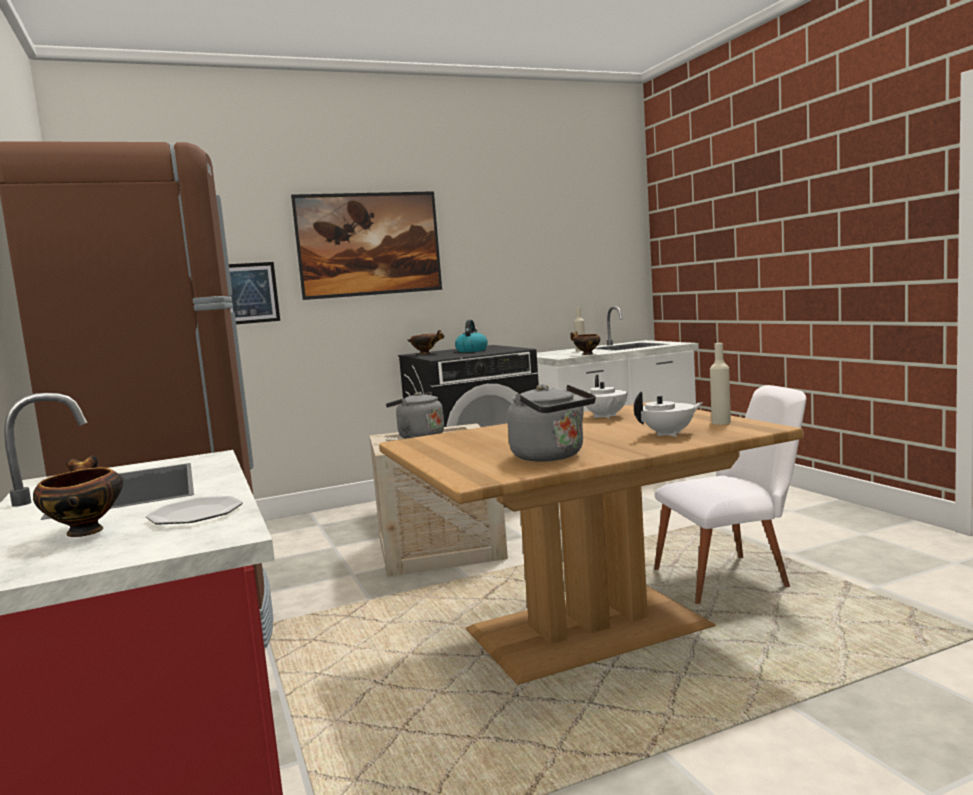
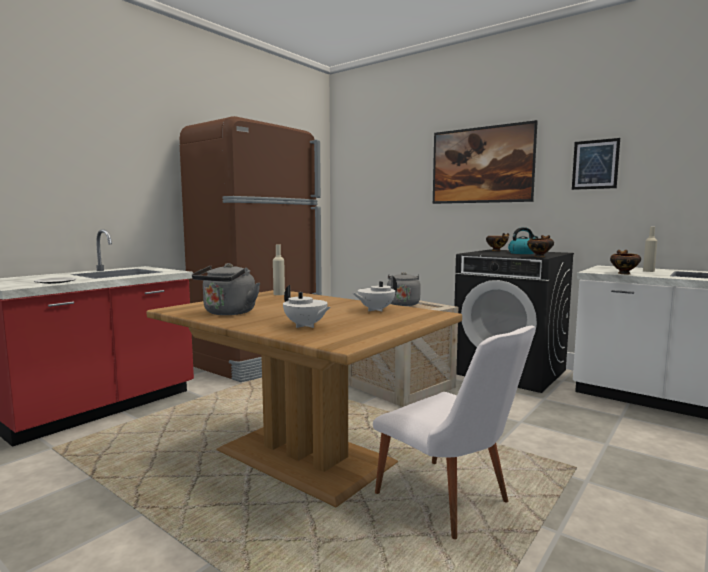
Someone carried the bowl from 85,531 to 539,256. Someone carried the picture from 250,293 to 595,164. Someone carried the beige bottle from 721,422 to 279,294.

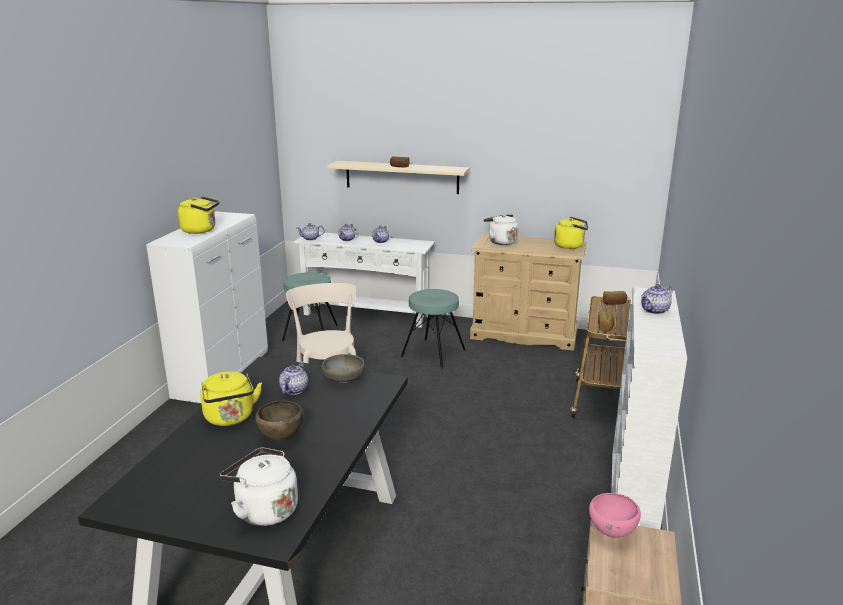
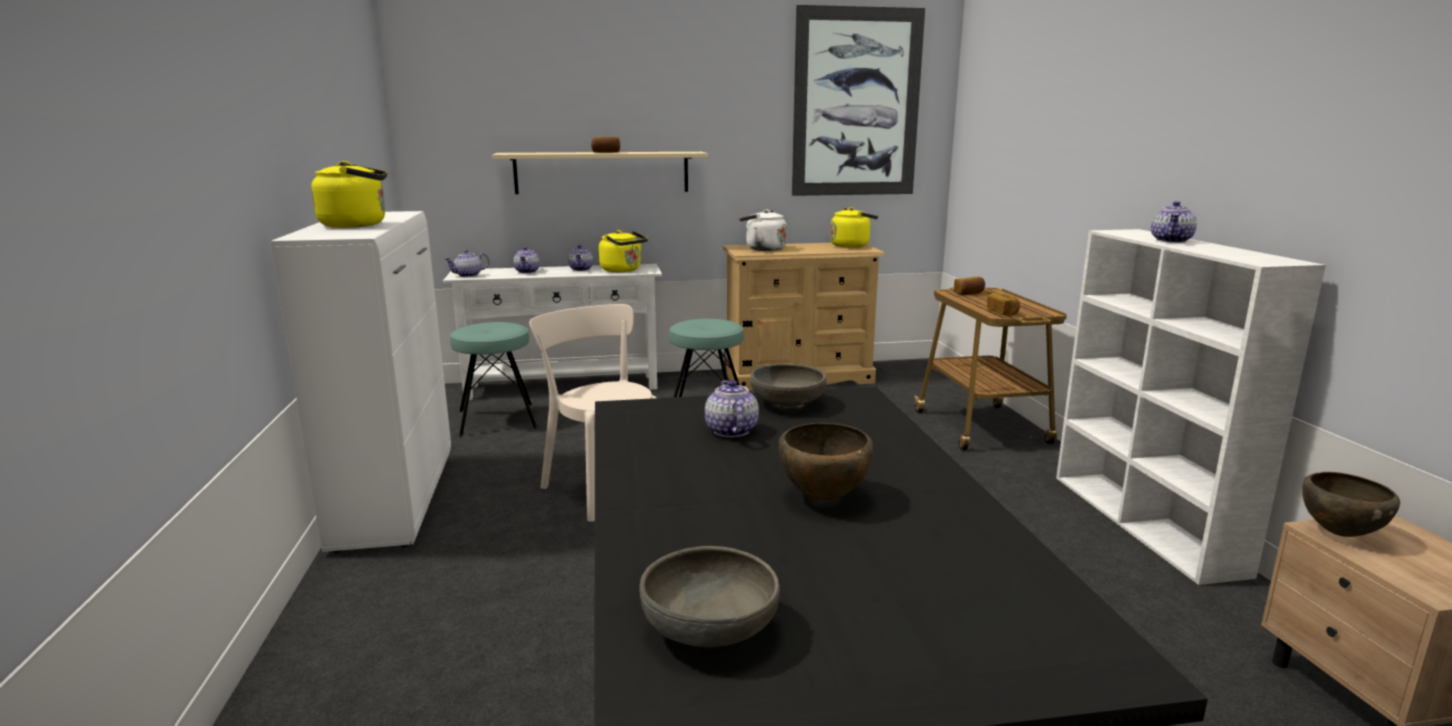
Someone took away the white kettle at 264,510. Someone put down the grey bowl at 709,629. Someone put up the picture at 856,103. Someone carried the yellow kettle from 230,418 to 623,270. Someone repainted the pink bowl at 612,533, which became the brown bowl at 1338,533.

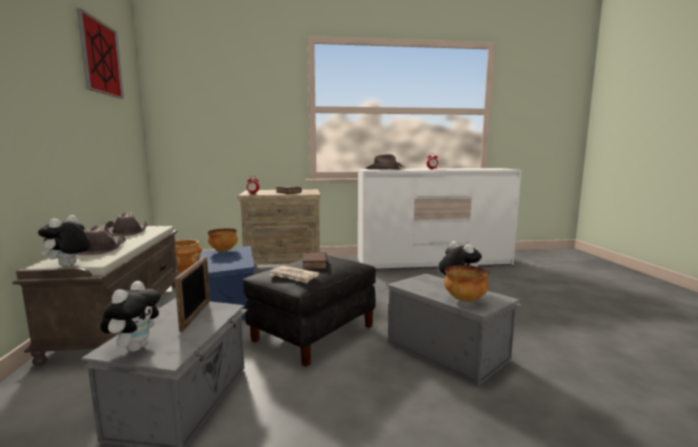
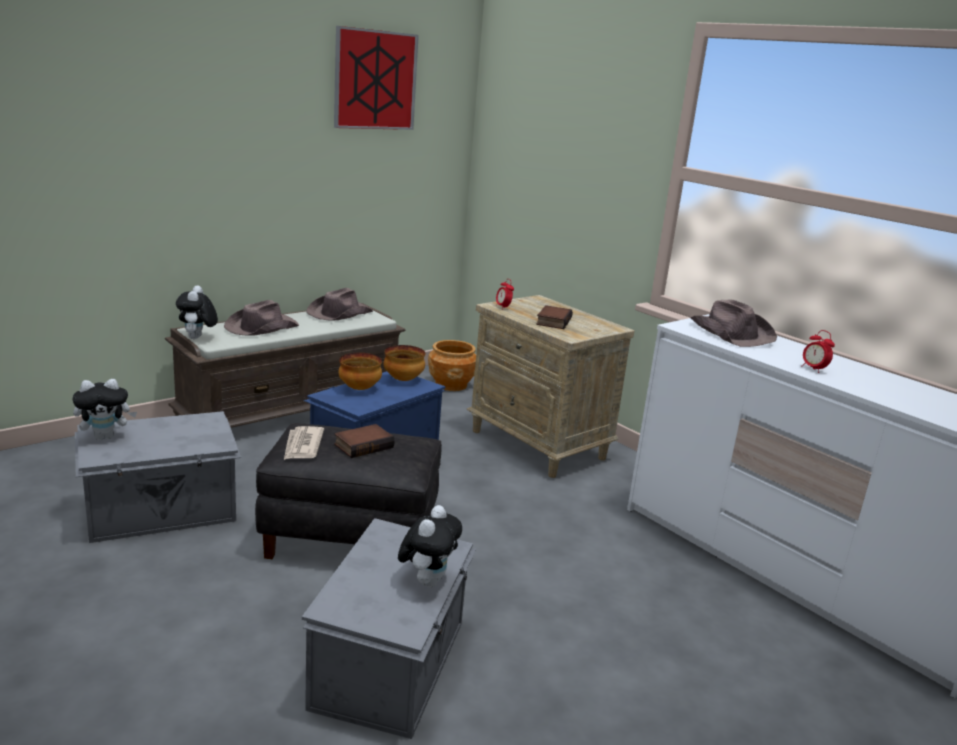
Someone took away the picture frame at 196,315. Someone carried the bowl from 465,300 to 360,388. Someone rotated the plush toy at 69,265 by 75 degrees counterclockwise.

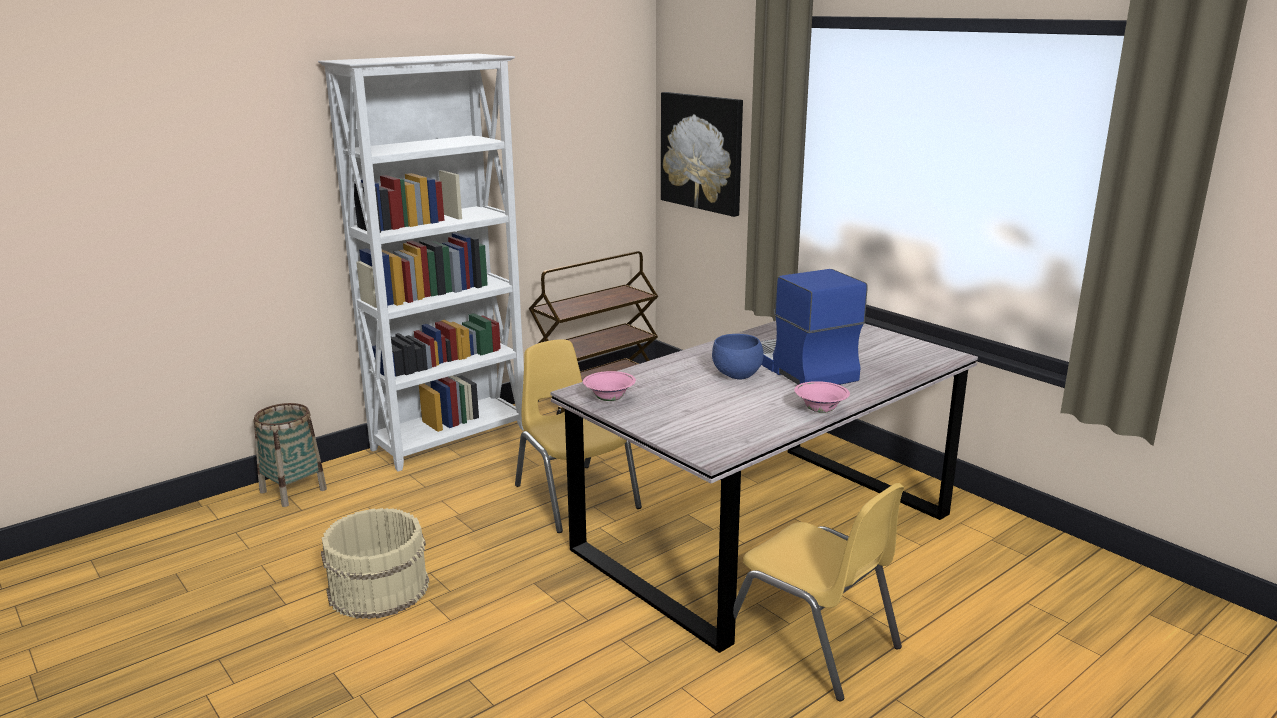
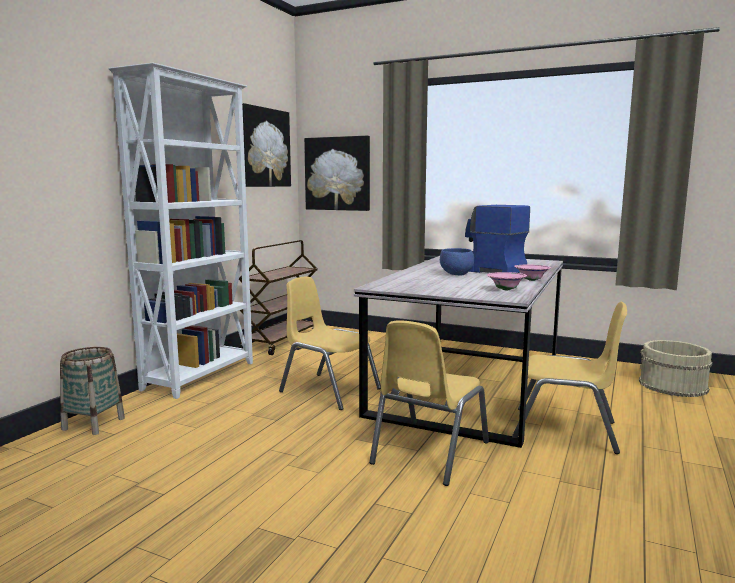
Someone put up the picture at 264,148. Someone put down the yellow chair at 428,453. Someone carried the beige bucket from 377,588 to 672,385. Someone carried the pink bowl from 609,399 to 506,290.

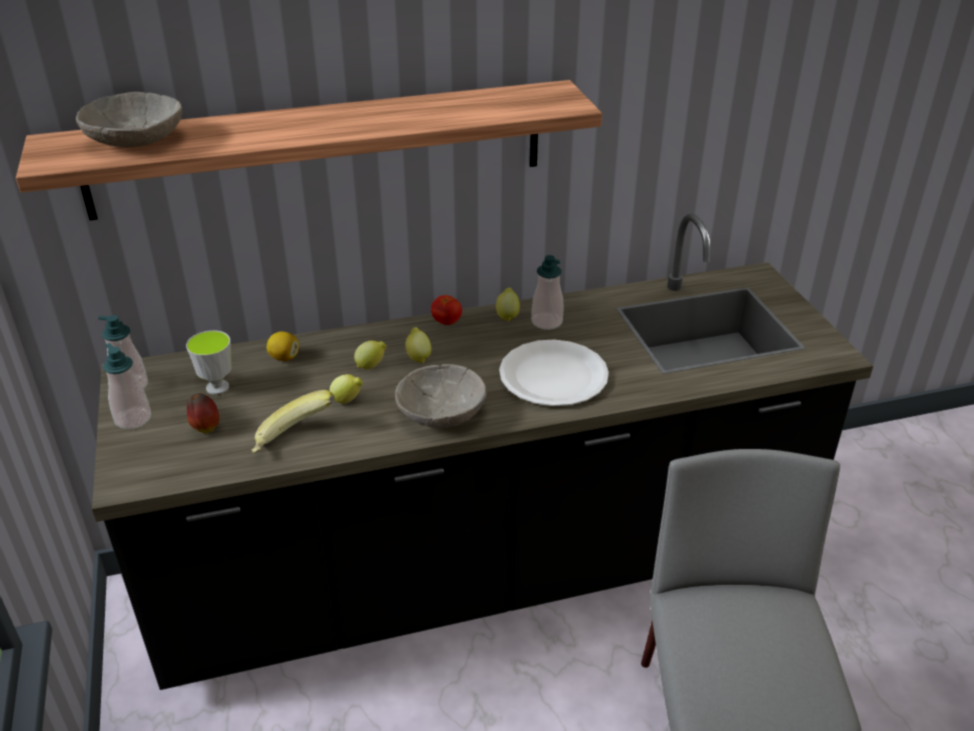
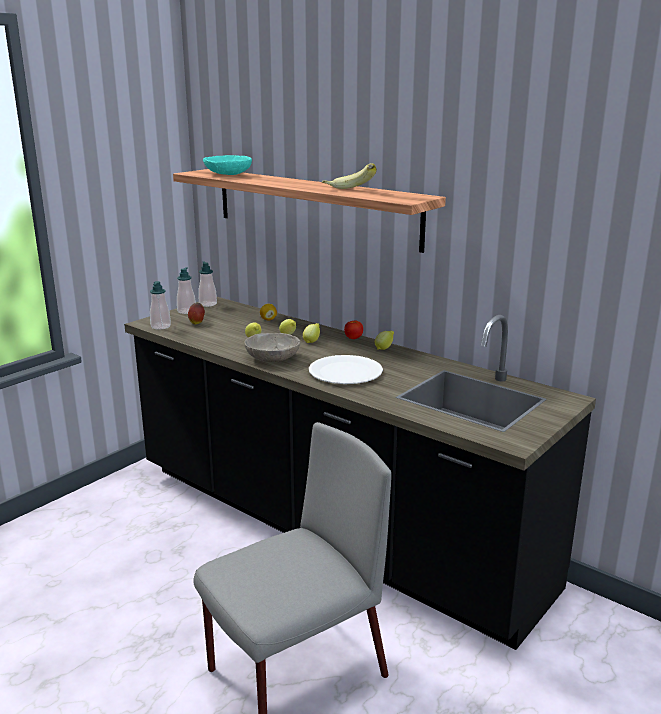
Someone took away the cup at 217,387. Someone carried the banana from 294,441 to 348,191. Someone carried the soap dispenser from 547,322 to 160,326. Someone repainted the grey bowl at 135,141, which became the turquoise bowl at 228,174.

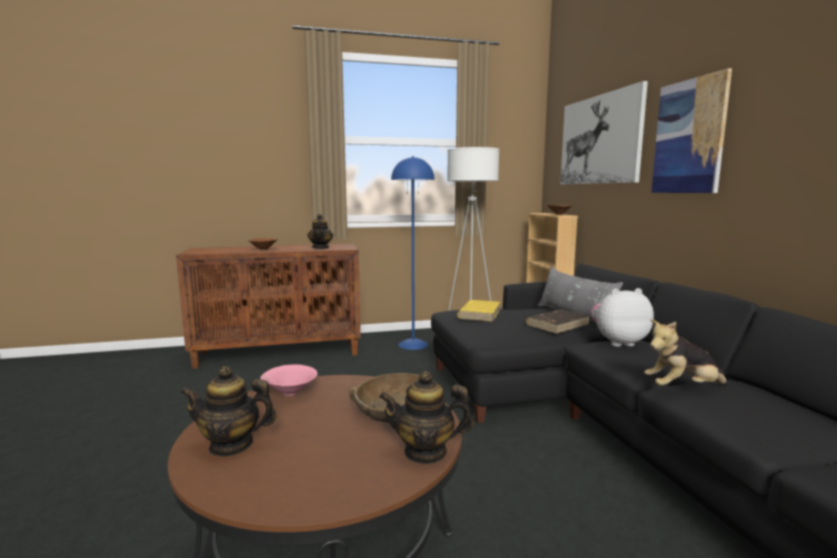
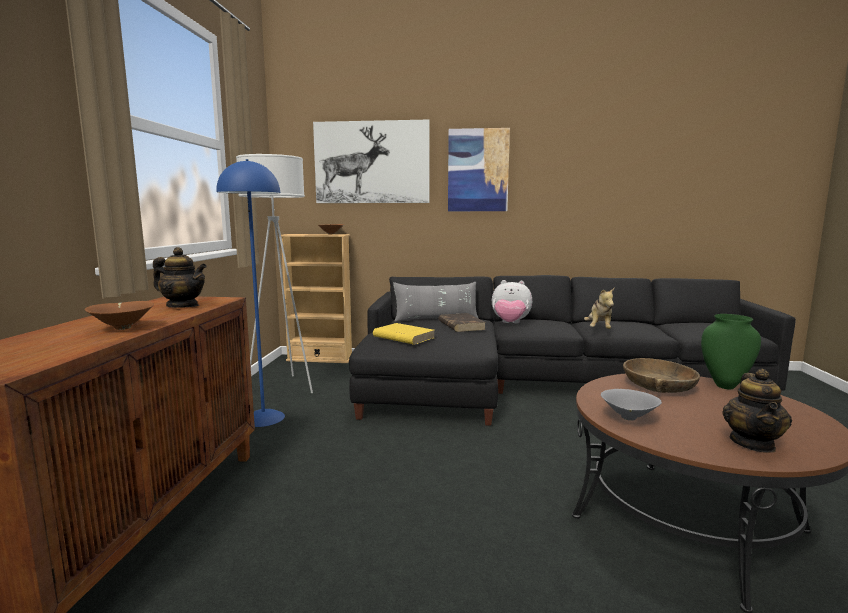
Someone swapped the teapot at 425,452 for the green vase at 725,385. Someone repainted the pink bowl at 289,393, which became the grey bowl at 628,418. Someone rotated the plush toy at 618,342 by 90 degrees counterclockwise.

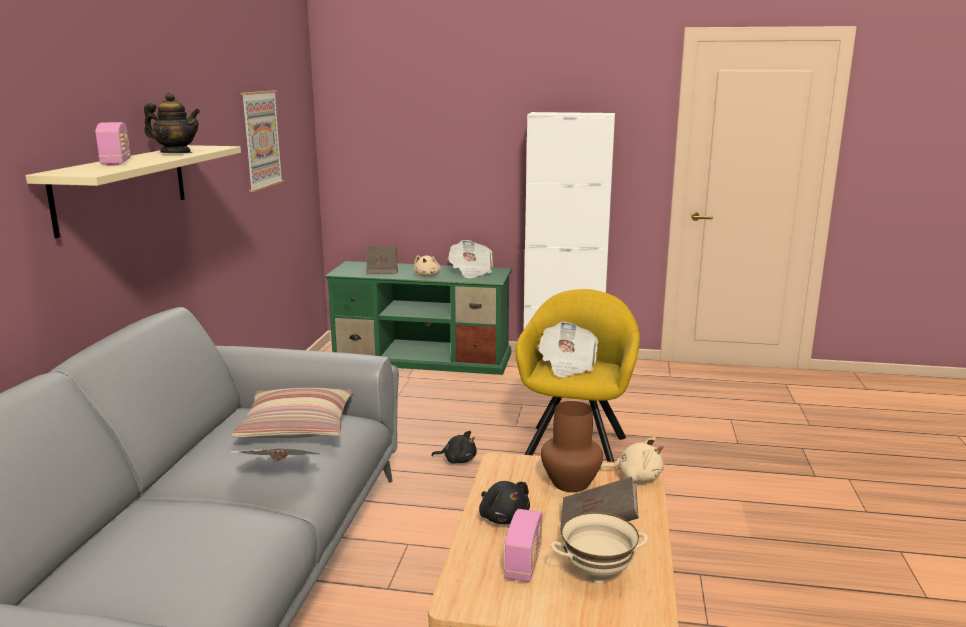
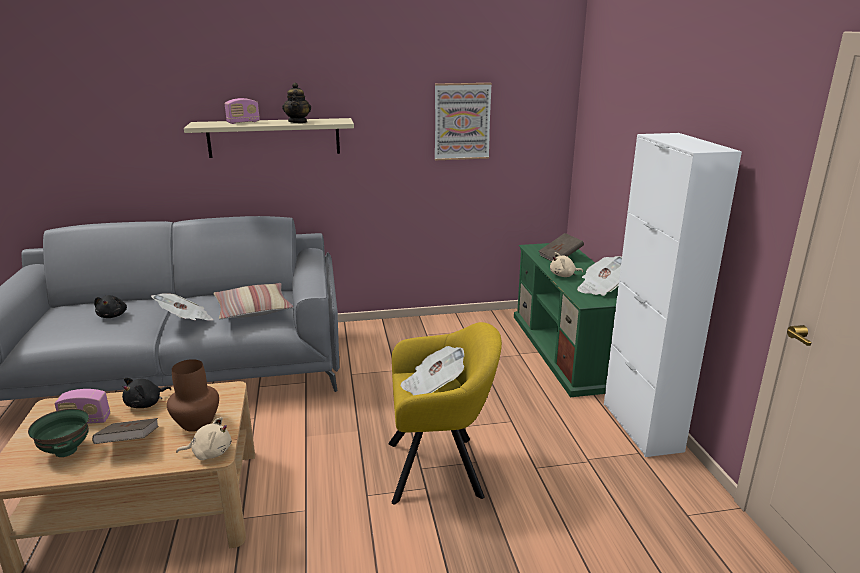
Someone carried the black plush toy from 457,460 to 113,315. Someone repainted the beige bowl at 597,574, which became the green bowl at 65,451. Someone rotated the beige plush toy at 636,476 by 90 degrees counterclockwise.

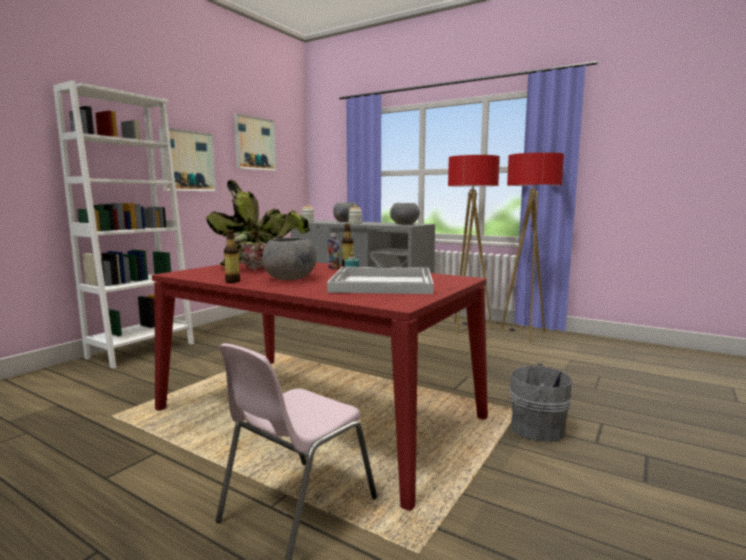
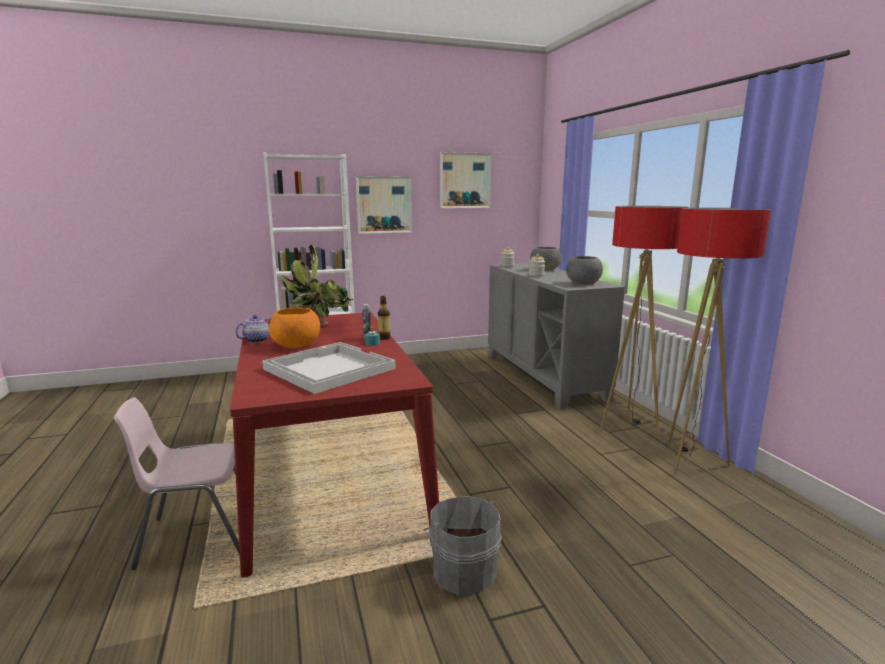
Someone swapped the bottle at 232,281 for the teapot at 257,340. Someone repainted the grey bowl at 290,278, which became the orange bowl at 295,345.

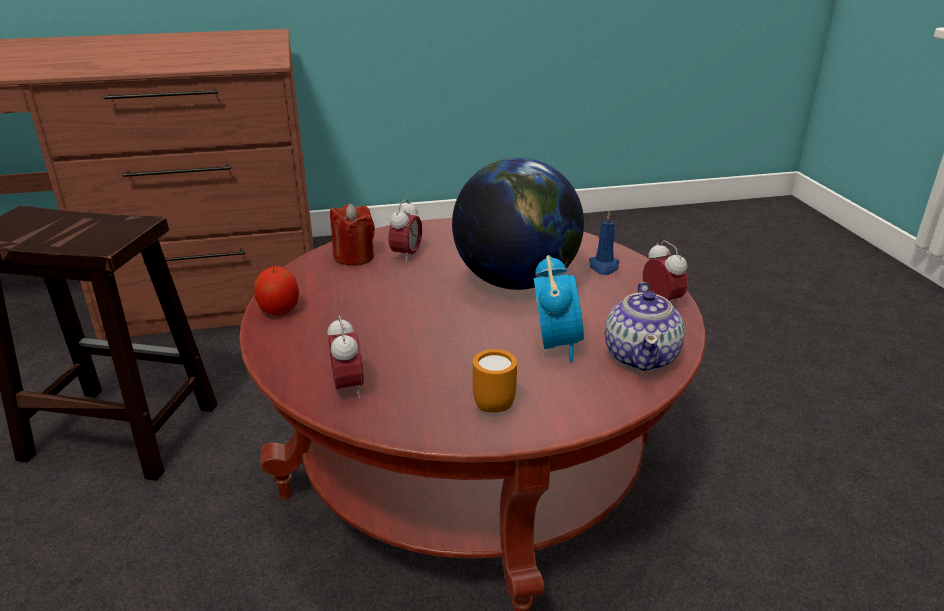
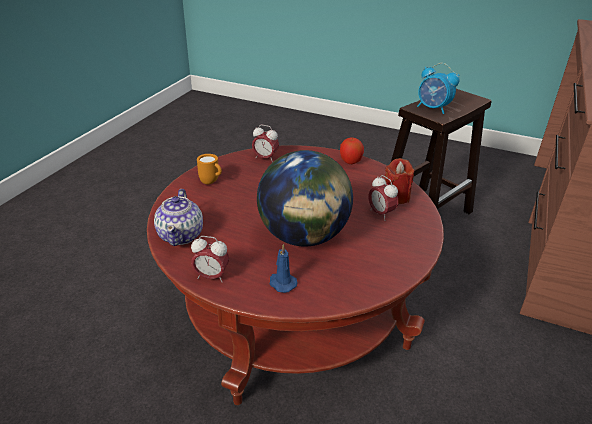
Someone carried the alarm clock from 556,344 to 433,109. Someone rotated the teapot at 642,356 by 135 degrees counterclockwise.

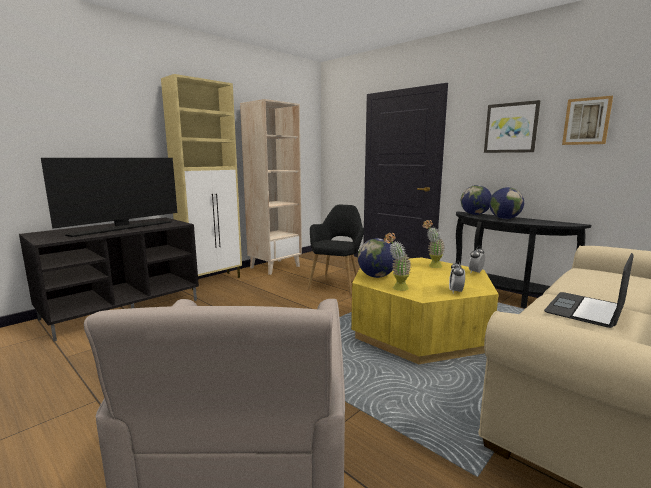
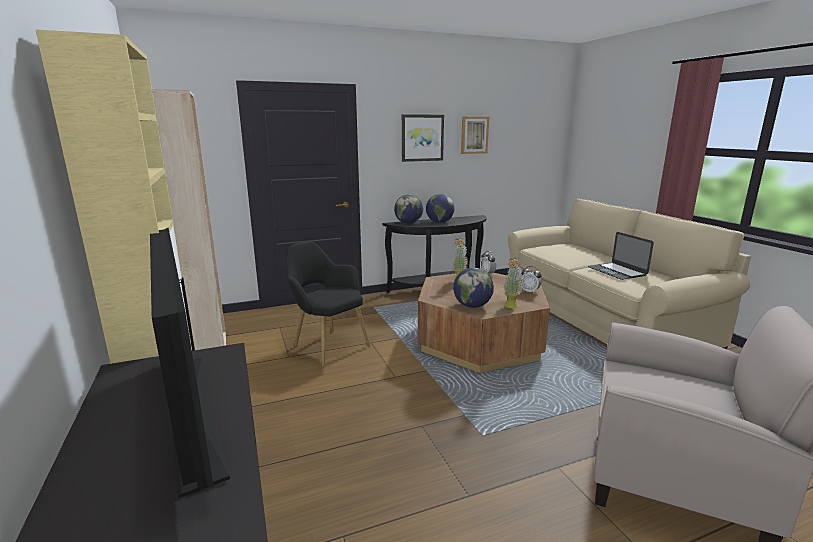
Someone repainted the yellow coffee table at 418,330, which became the brown coffee table at 479,341.

